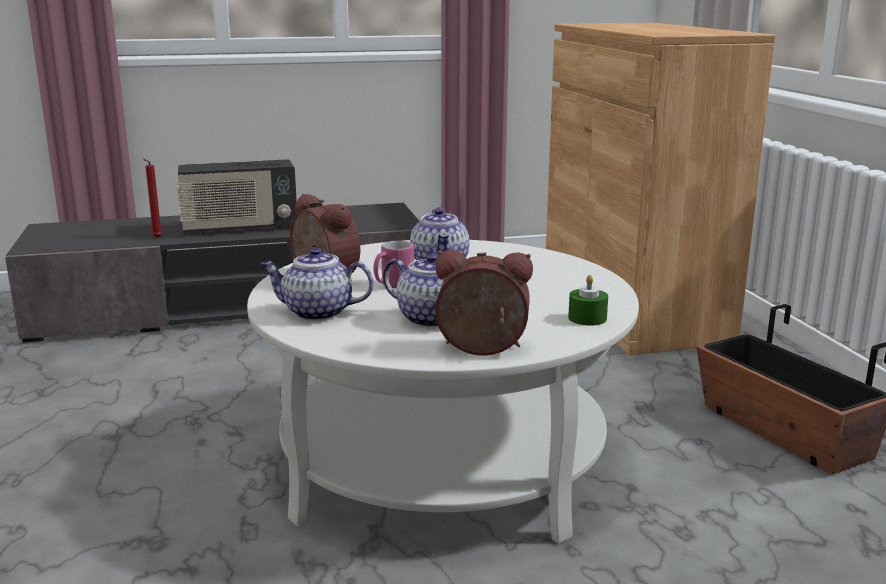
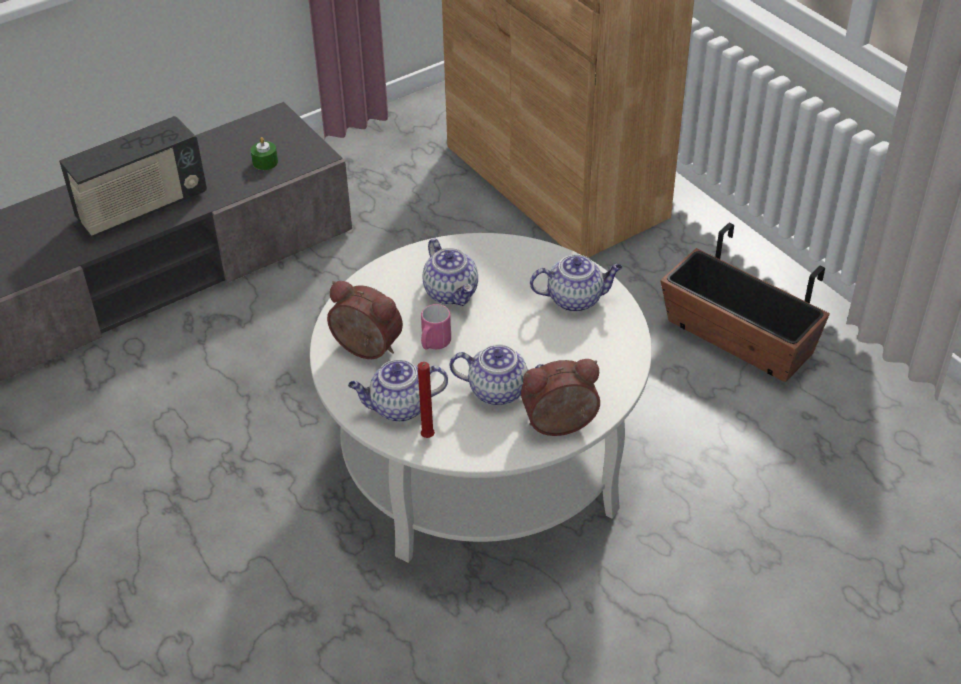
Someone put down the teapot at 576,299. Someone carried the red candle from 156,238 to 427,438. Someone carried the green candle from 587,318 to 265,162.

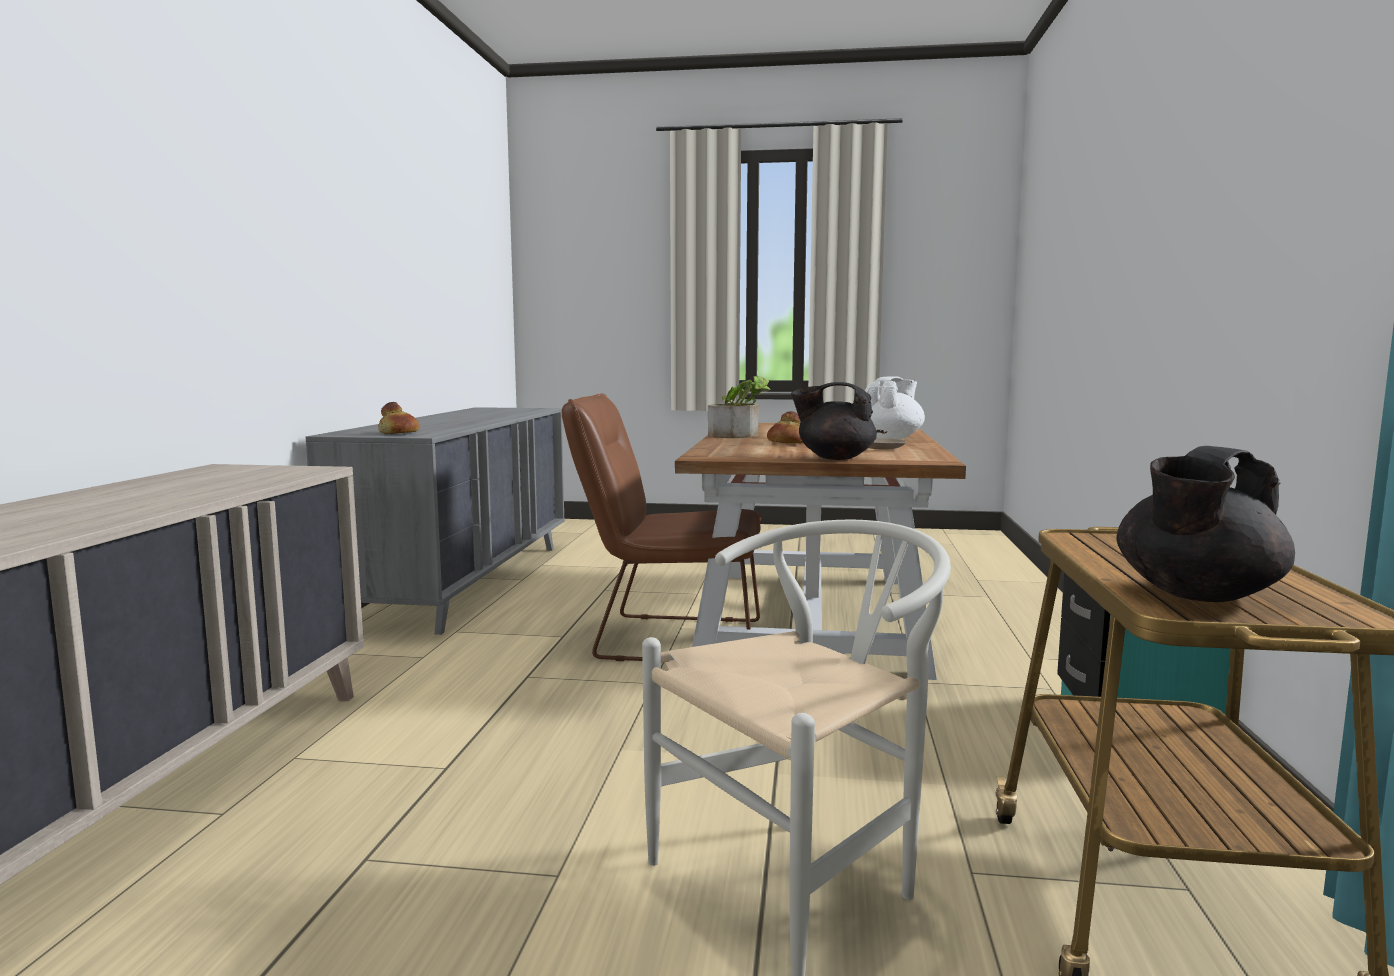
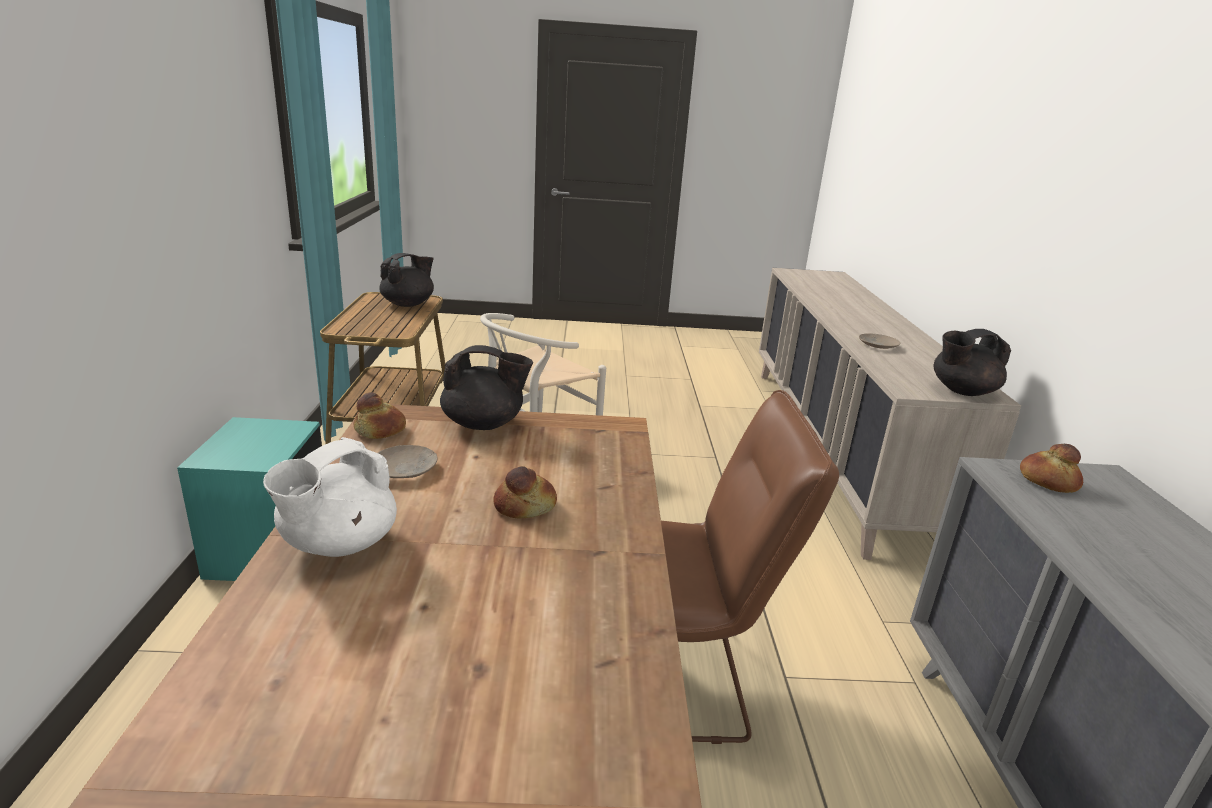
Someone took away the potted plant at 740,435. Someone put down the bread at 379,431. Someone put down the beige plate at 877,345. Someone put down the black teapot at 962,391.

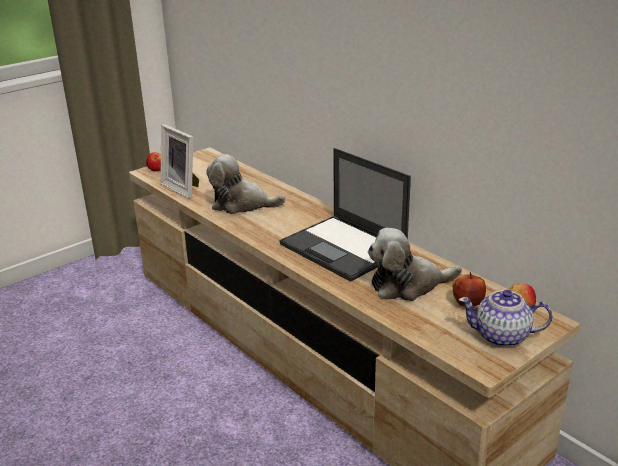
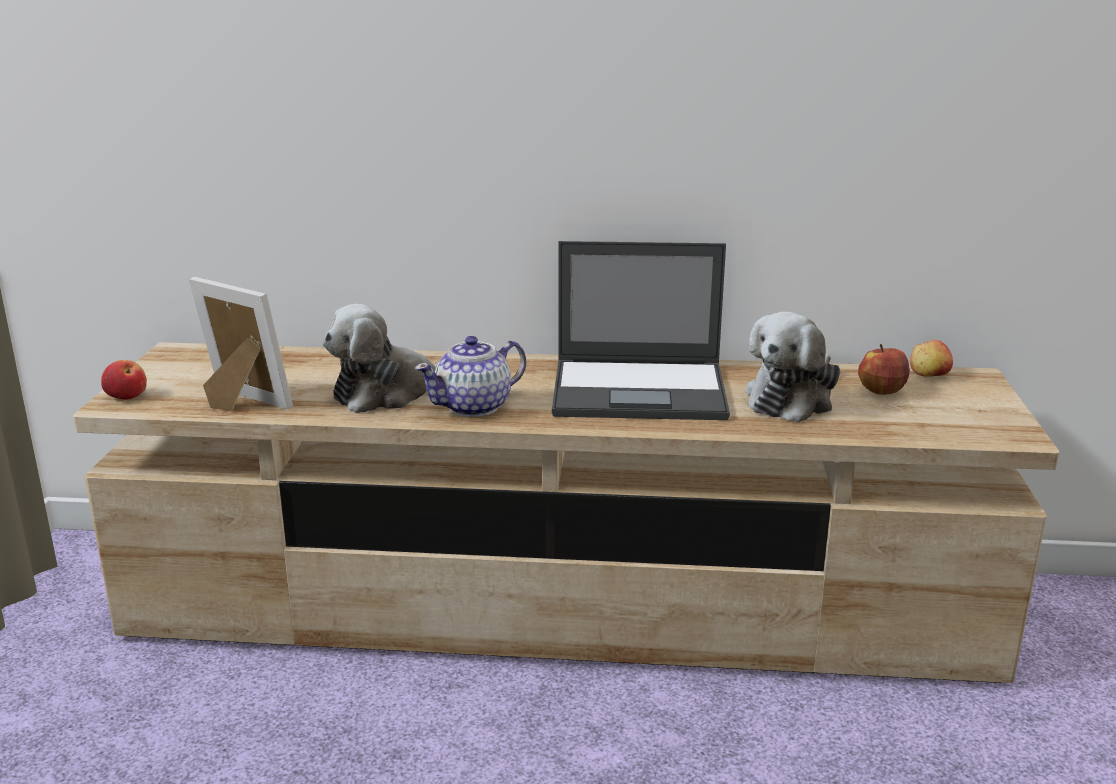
Someone carried the teapot from 502,336 to 474,406. Someone rotated the picture frame at 183,188 by 150 degrees counterclockwise.

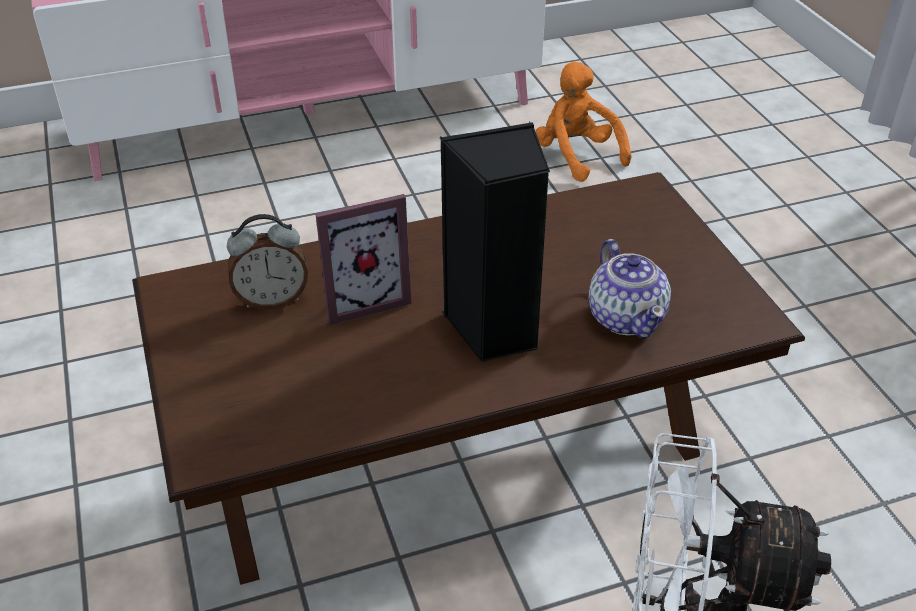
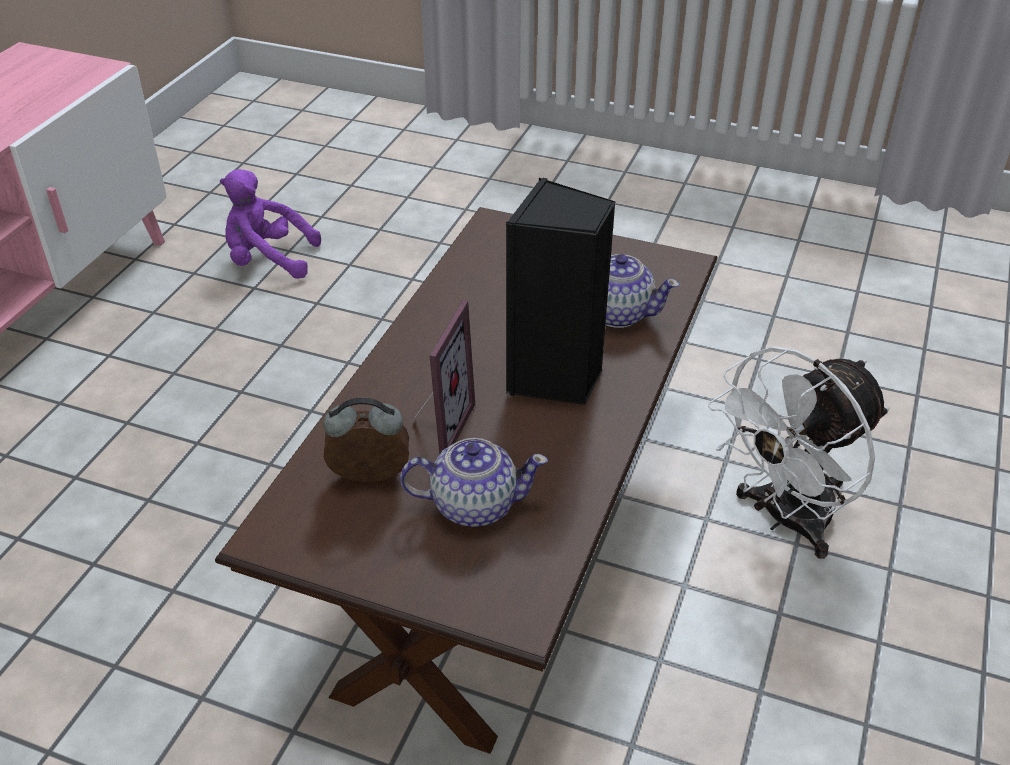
Someone put down the teapot at 473,505. Someone repainted the orange plush toy at 576,156, which became the purple plush toy at 268,260. Someone rotated the alarm clock at 272,300 by 120 degrees counterclockwise.

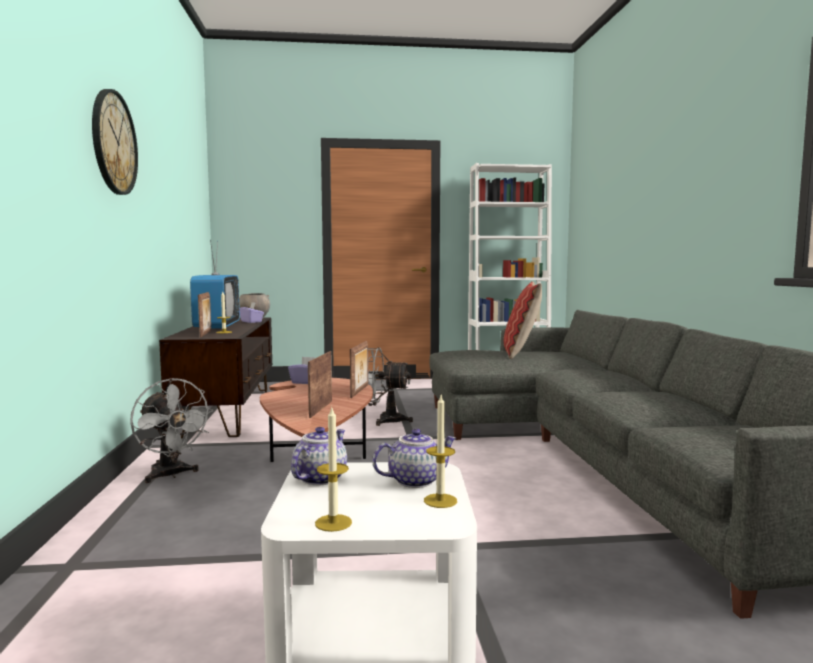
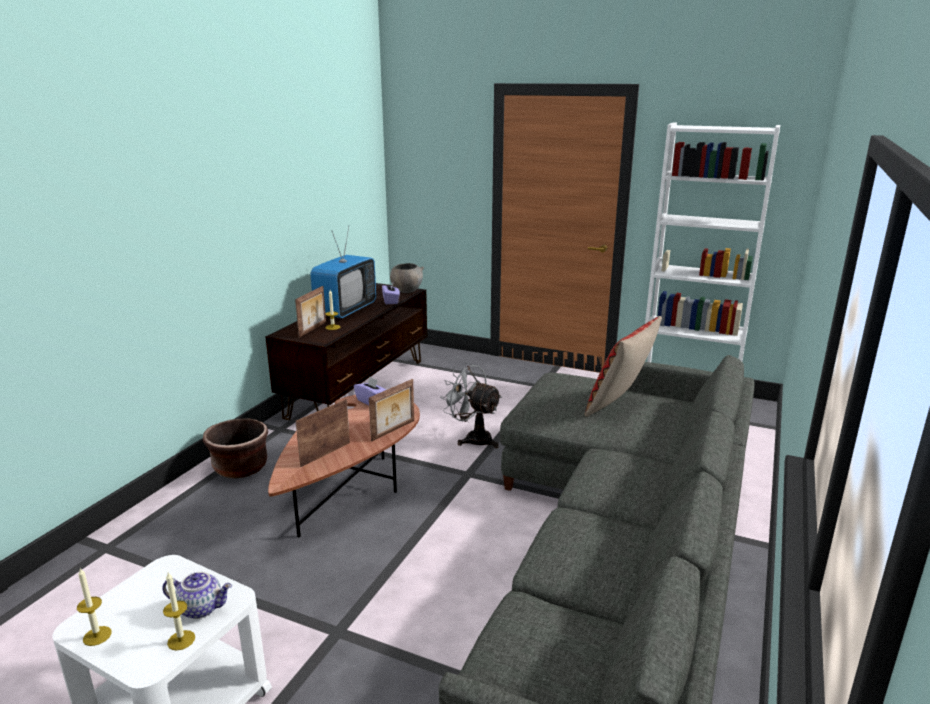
Someone took away the wall clock at 113,143. Someone took away the teapot at 320,478. Someone swapped the grey fan at 171,475 for the brown planter at 240,468.

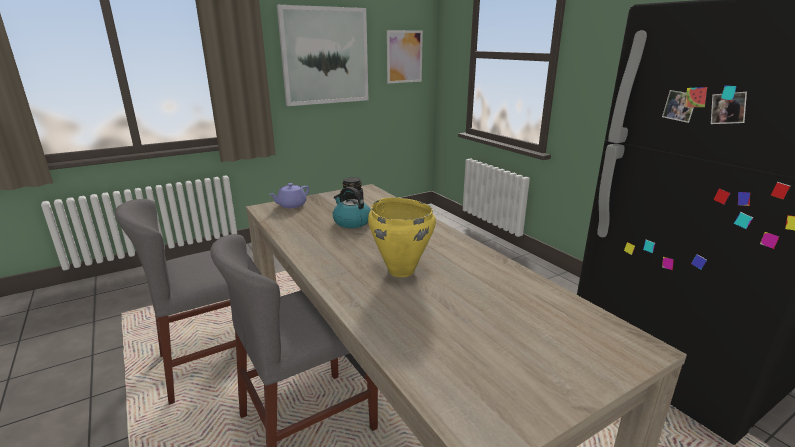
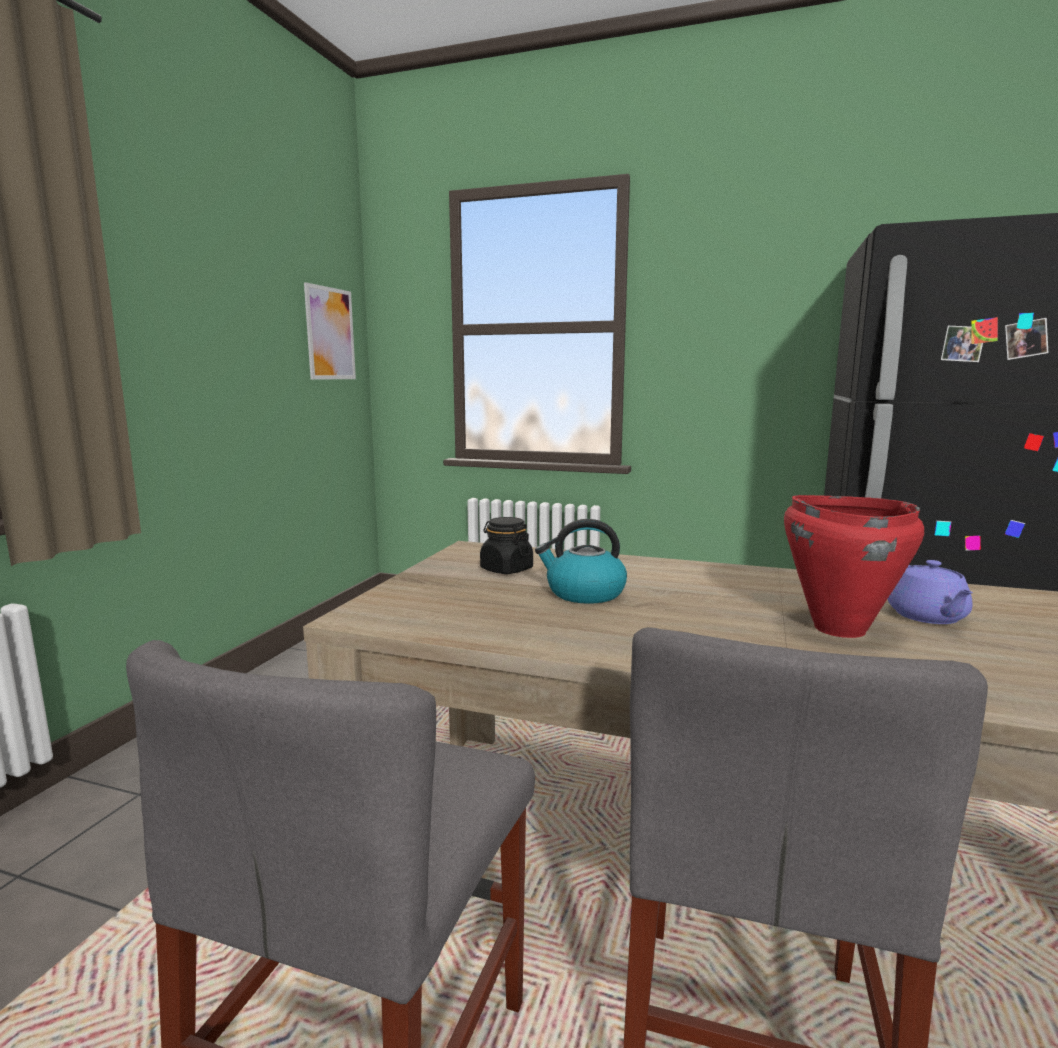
Someone took away the picture at 325,56. Someone carried the purple teapot from 291,205 to 927,617. Someone repainted the yellow cooking pot at 401,270, which became the red cooking pot at 838,628.

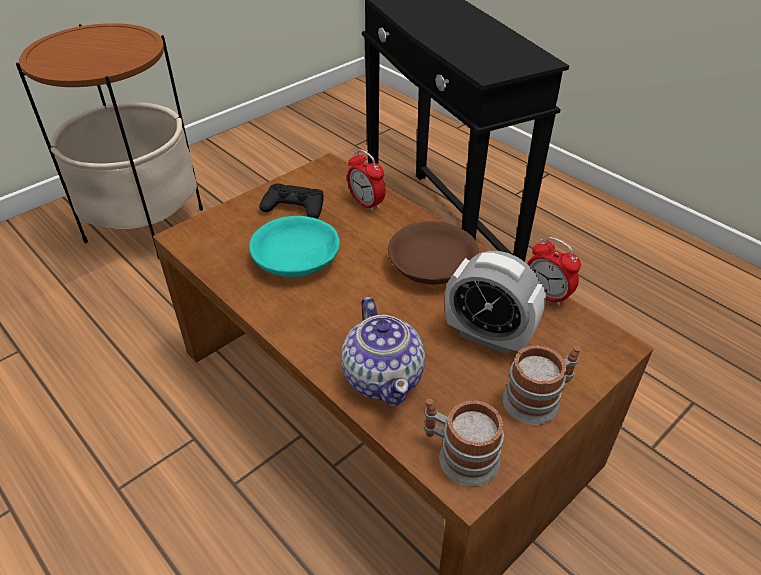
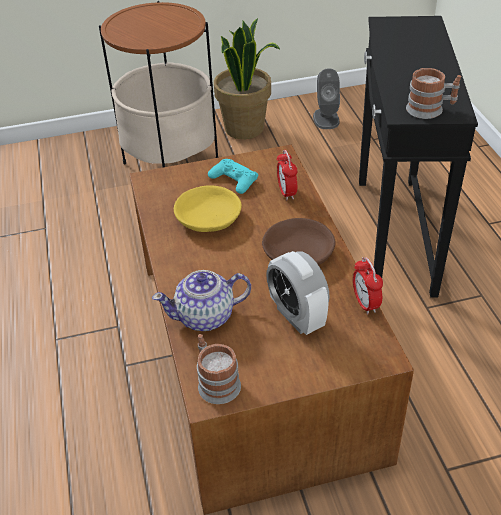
Someone put down the potted plant at 245,129. Someone put down the grey speaker at 326,118. Someone carried the mug from 538,398 to 430,109. Someone repainted the turquoise bowl at 297,259, which became the yellow bowl at 209,219. Someone repainted the black game controller at 294,207, which became the turquoise game controller at 234,180. Someone rotated the teapot at 383,377 by 60 degrees clockwise.

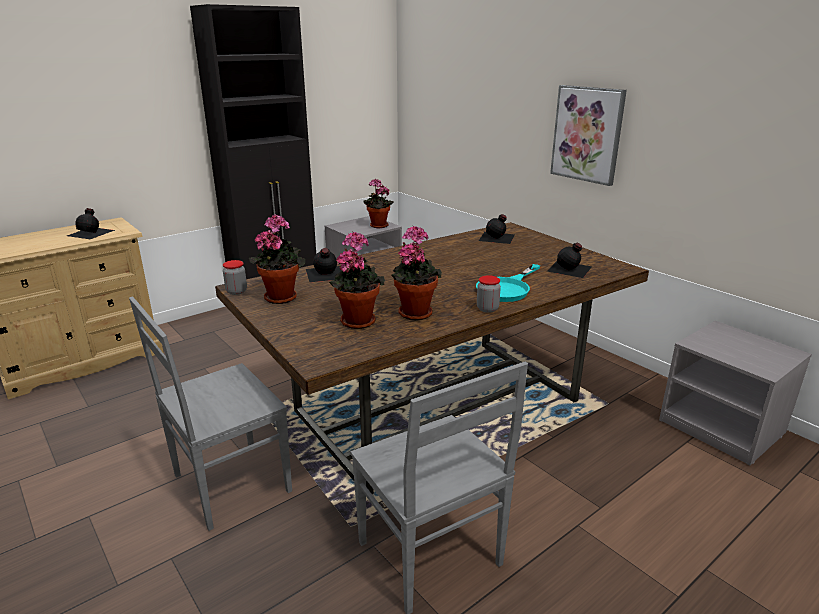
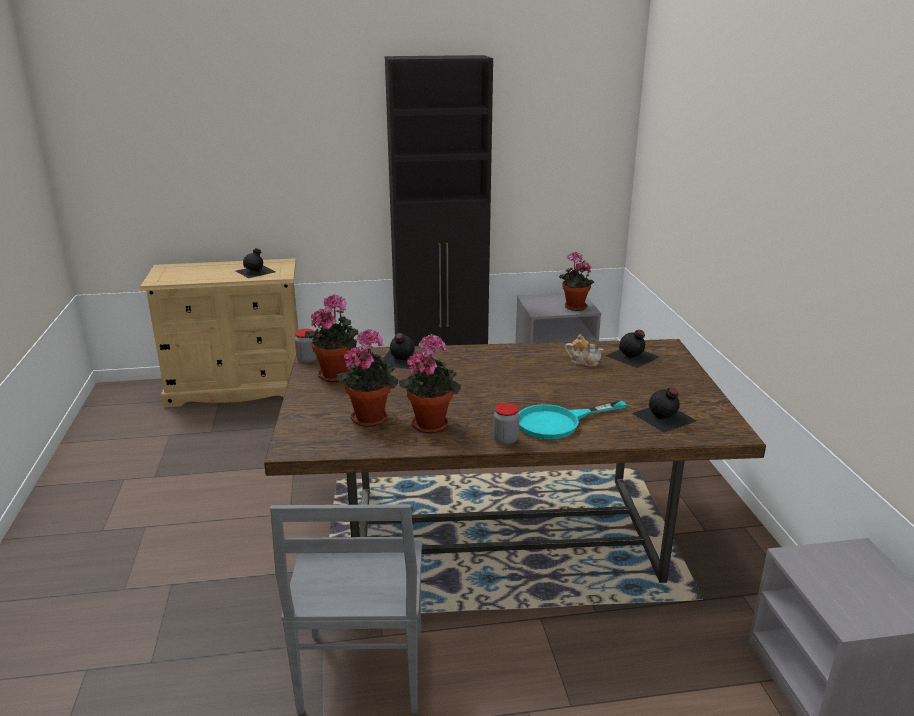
Someone took away the grey chair at 228,484. Someone took away the picture at 587,134. Someone put down the teapot at 583,361.

